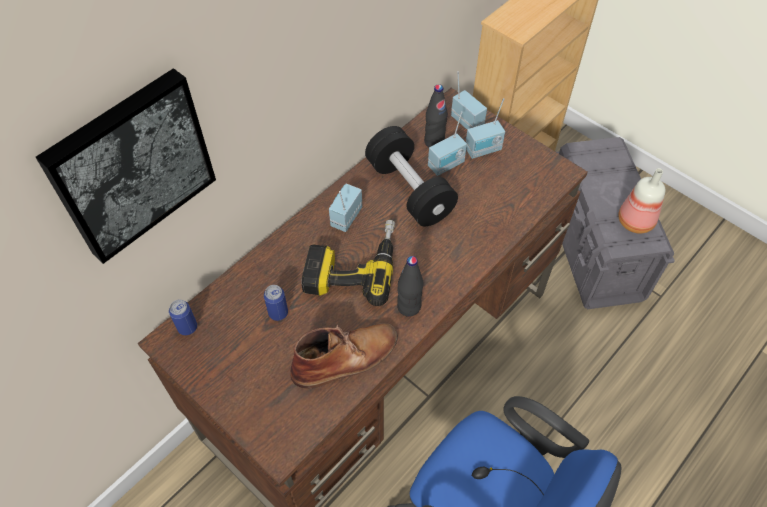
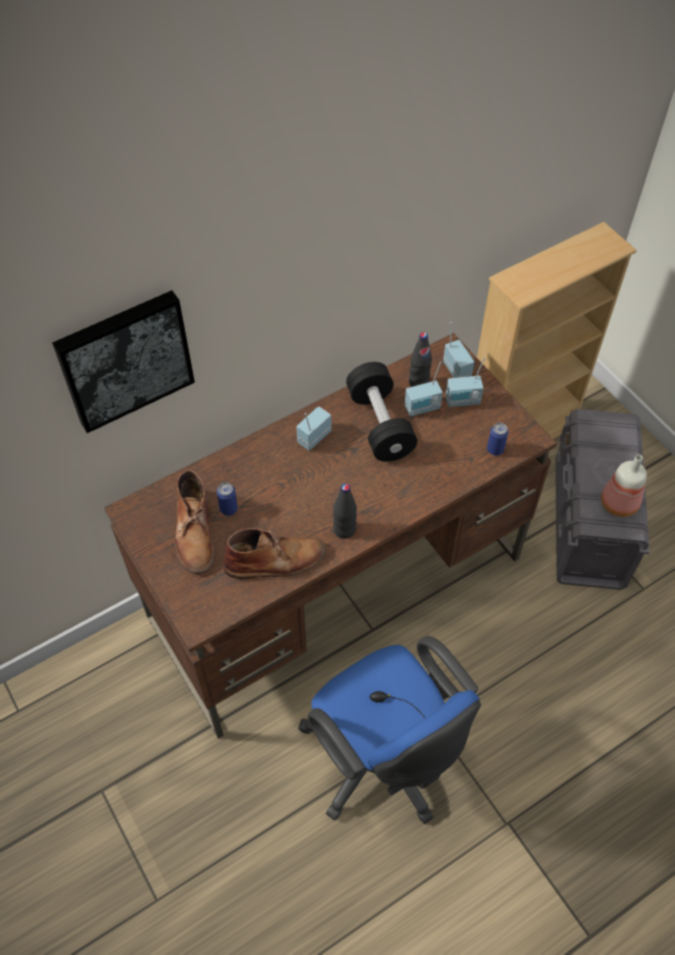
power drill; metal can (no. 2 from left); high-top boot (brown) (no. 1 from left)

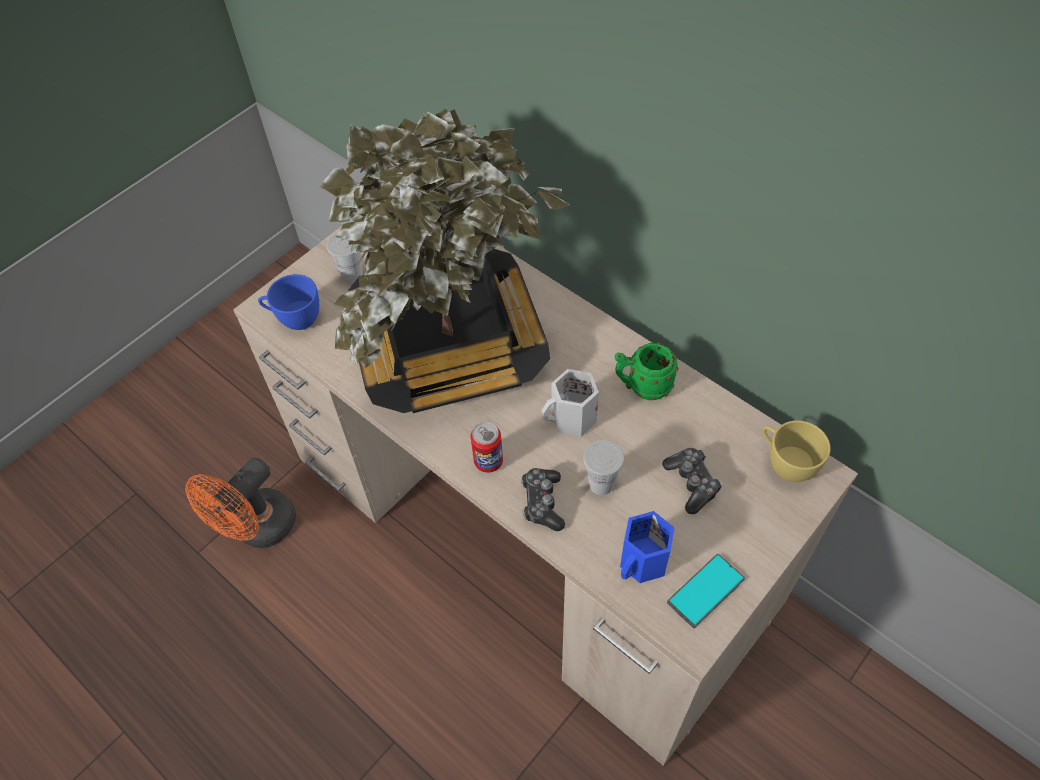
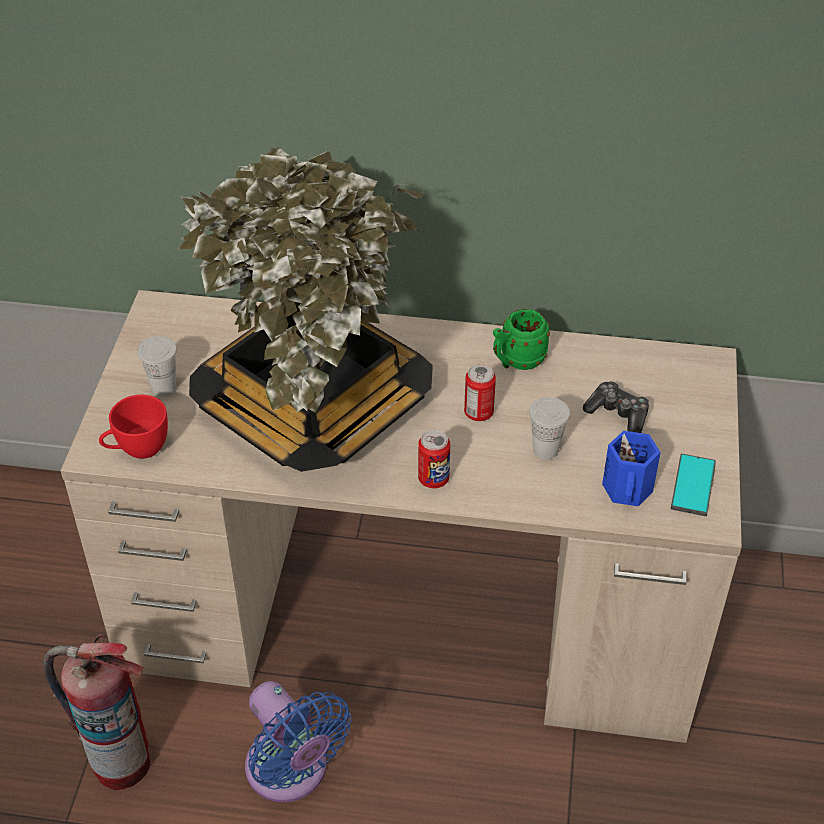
small cup (red-coloured); metal can (no. 2 from left); small cup (yellow); fire-fighting cylinder; joypad (no. 1 from left in the first image); fan (blue)

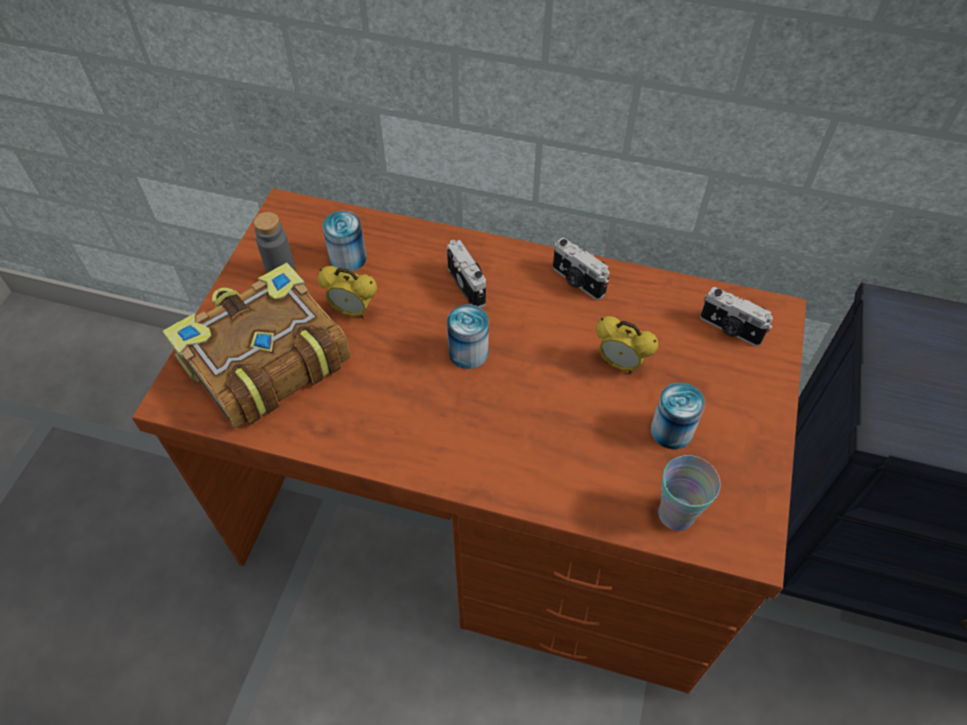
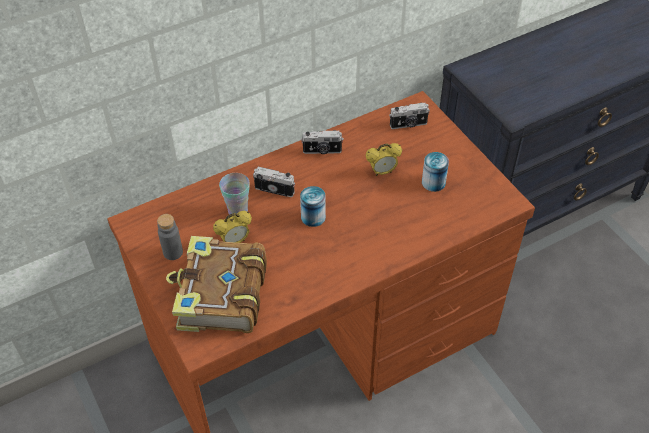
metal can (no. 1 from left in the first image); small cup

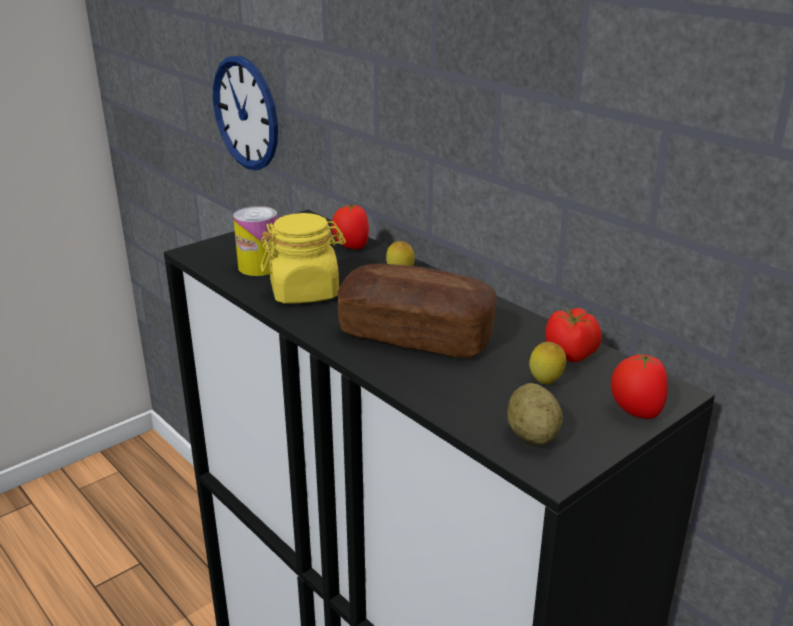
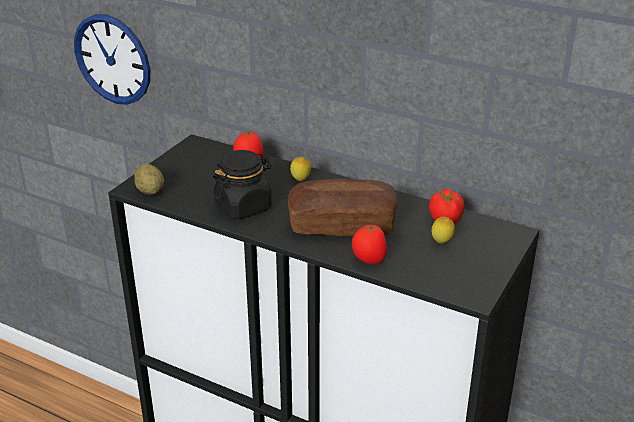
metal can; jar (black-coloured); tomato (no. 2 from left); whole potato

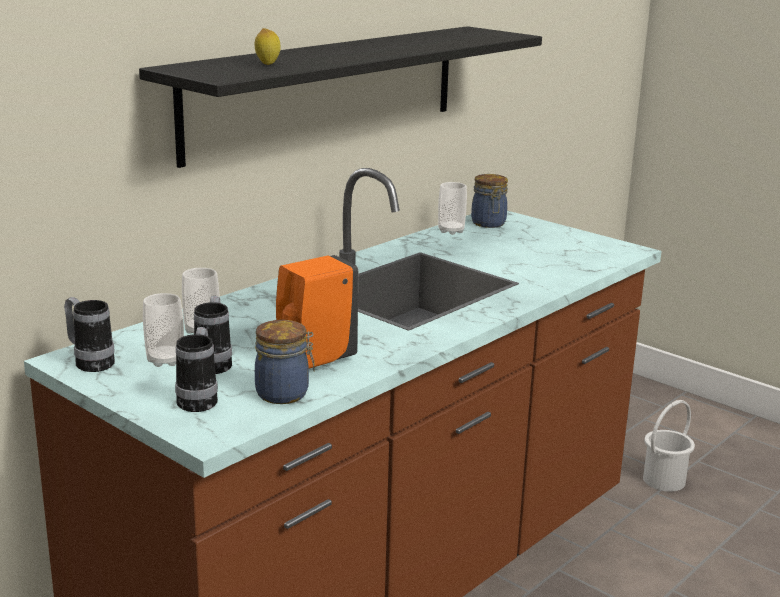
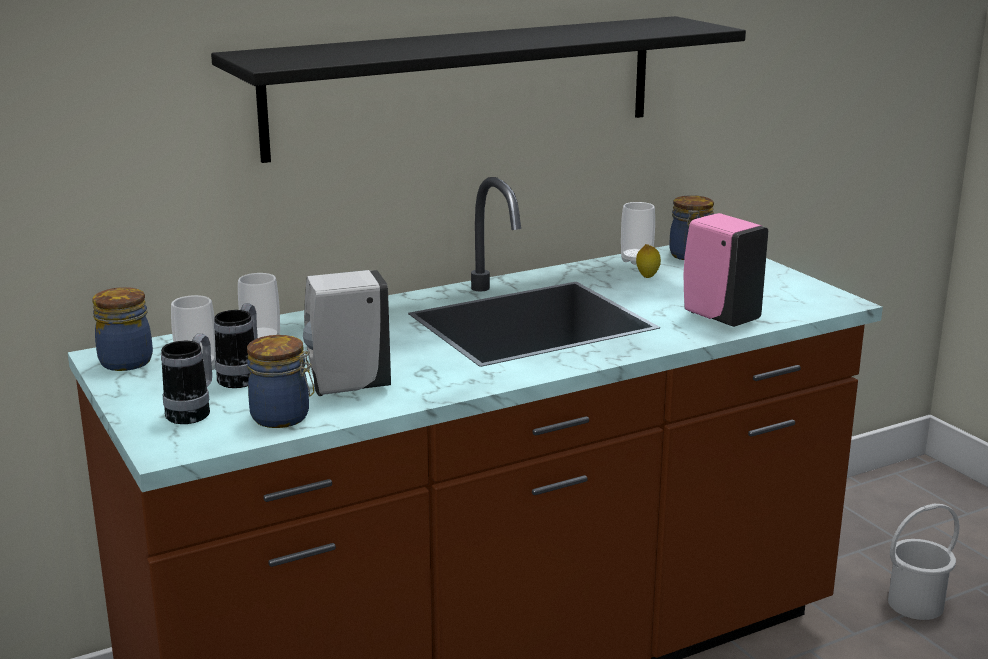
lemon; soap dispenser (white-coloured); jar (no. 1 from left); soap dispenser (pinkish)

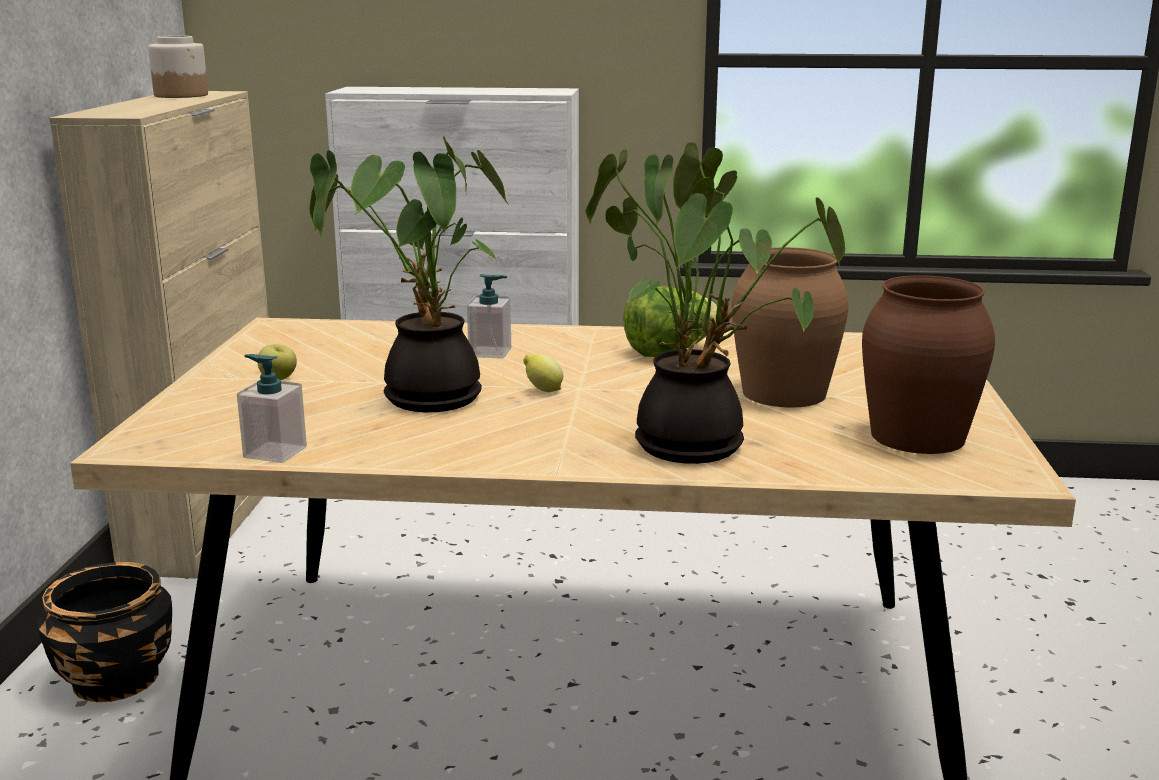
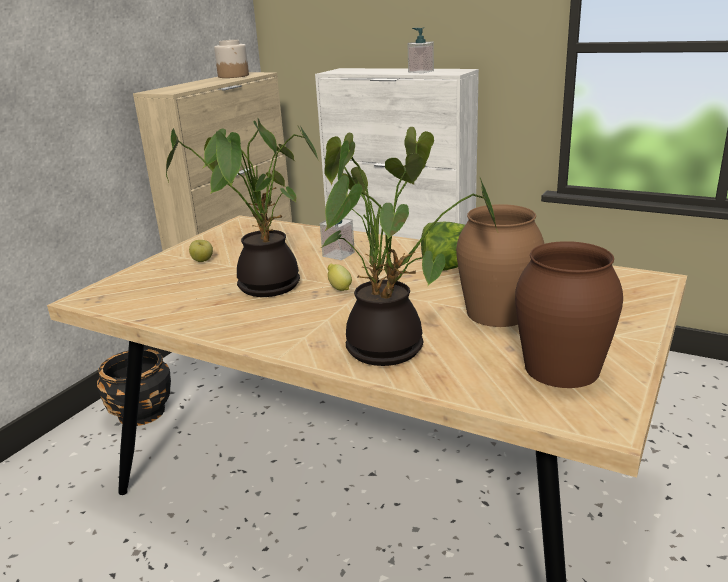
soap dispenser (no. 2 from left)

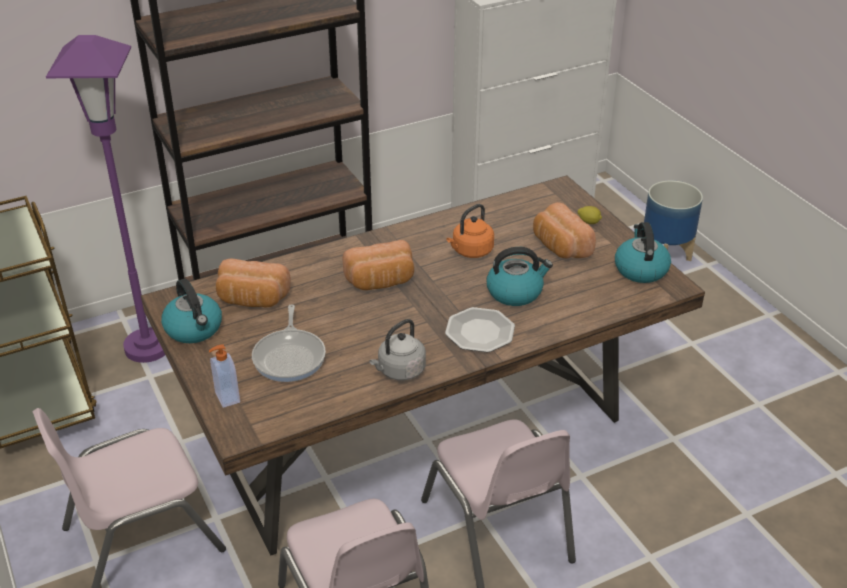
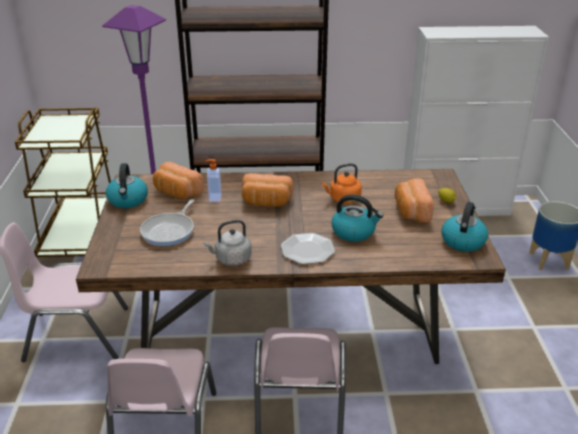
soap dispenser

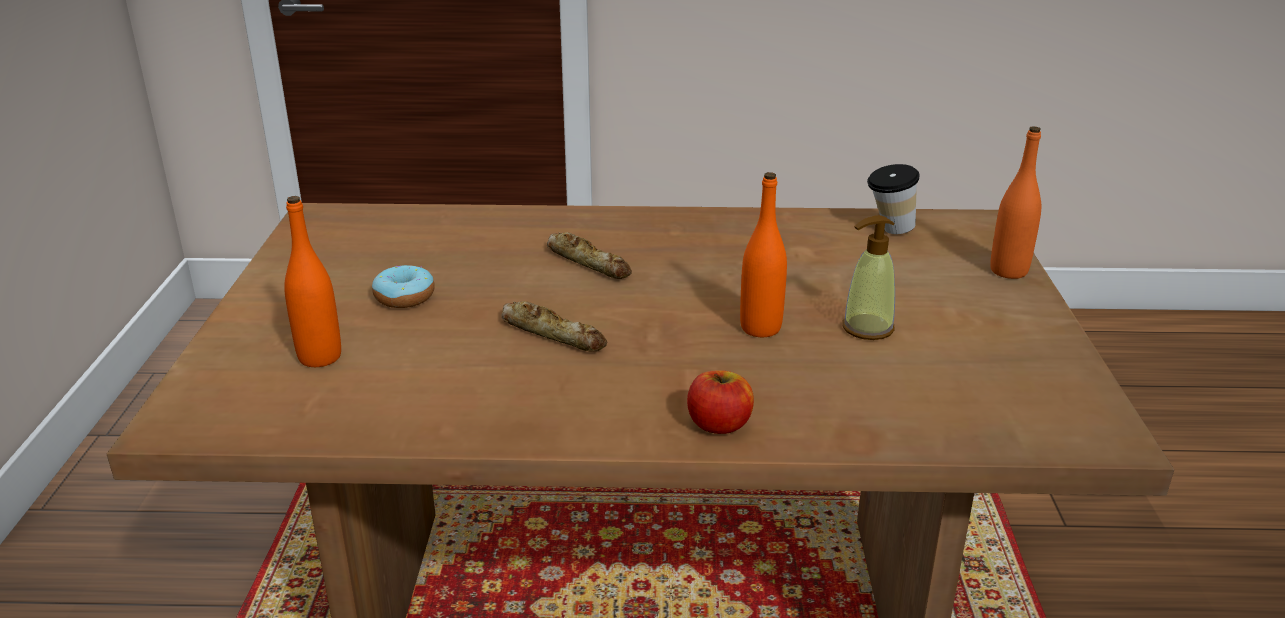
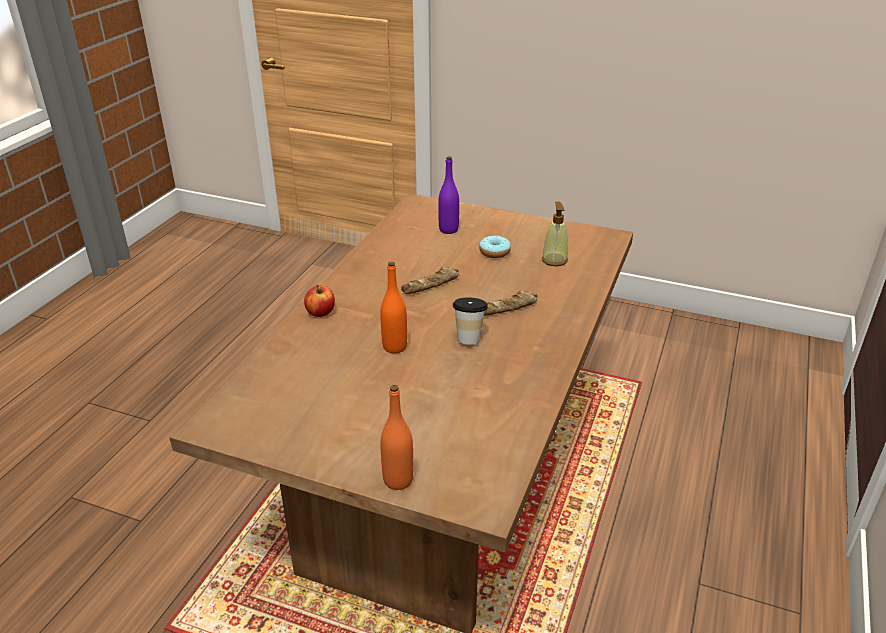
small cup; drink bottle (purplish); soap dispenser

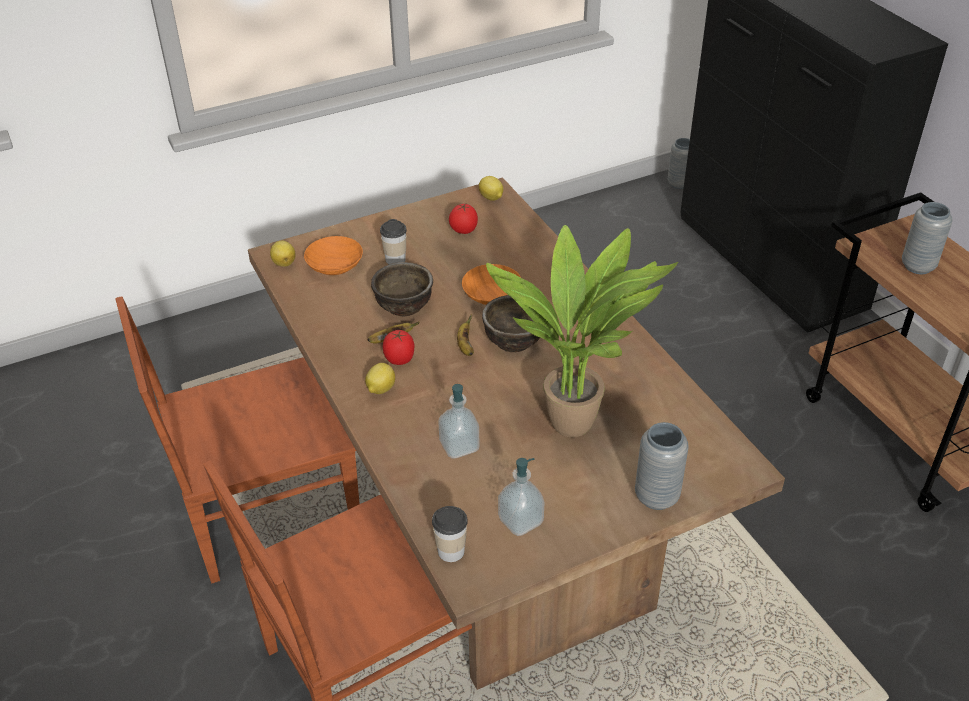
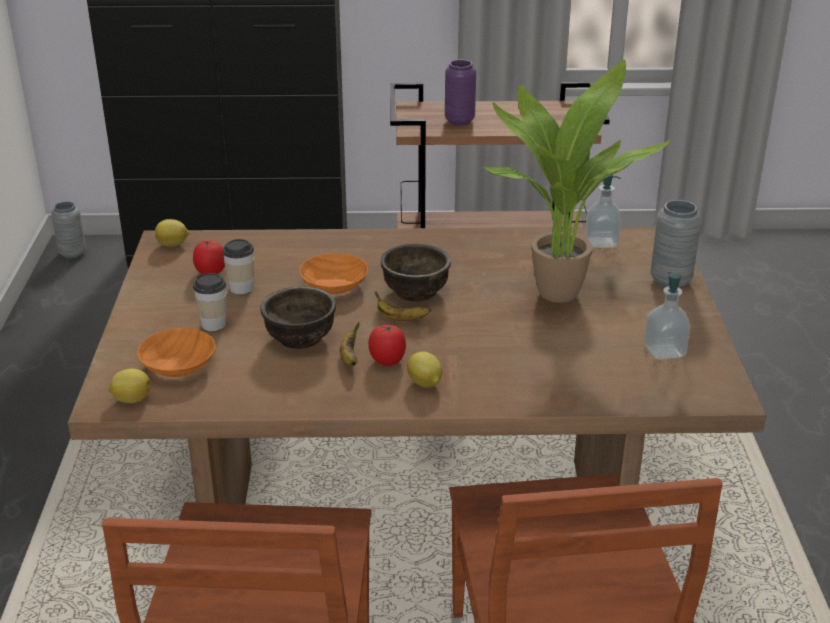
decorative vase (purplish); soap dispenser (no. 1 from left); small cup (no. 2 from left)

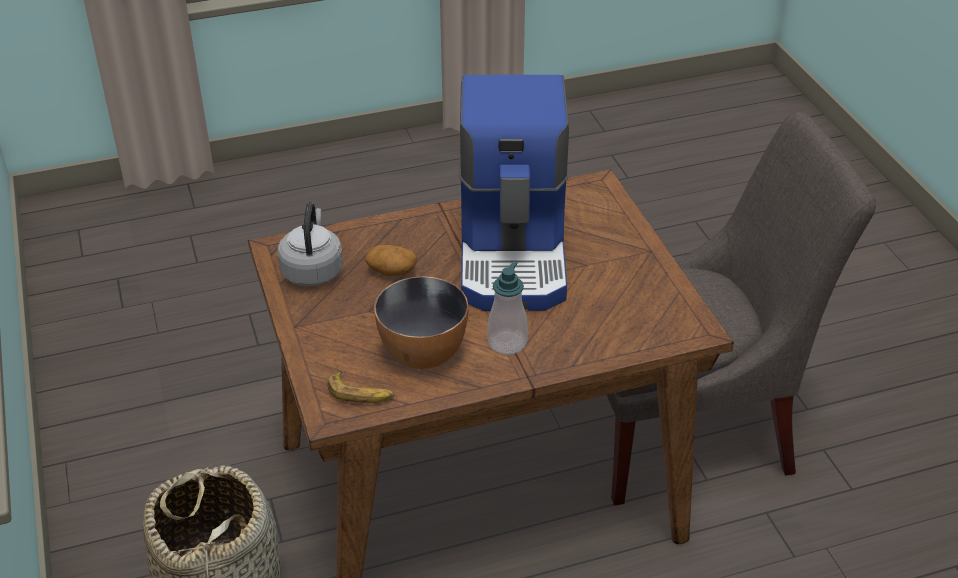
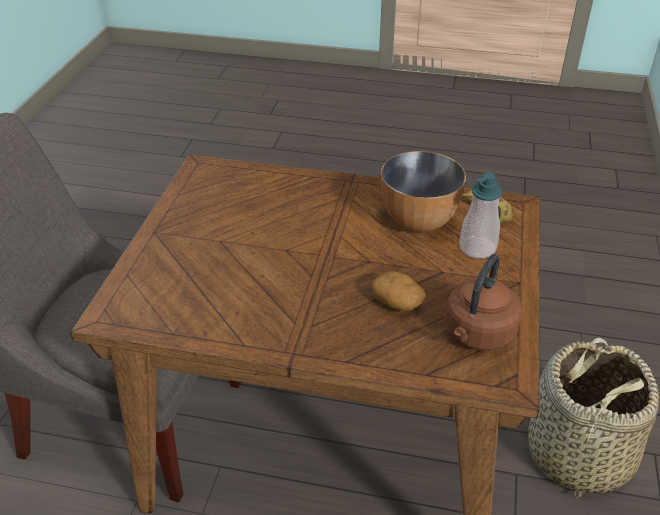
coffee brewer; kettle (brown); soap dispenser

